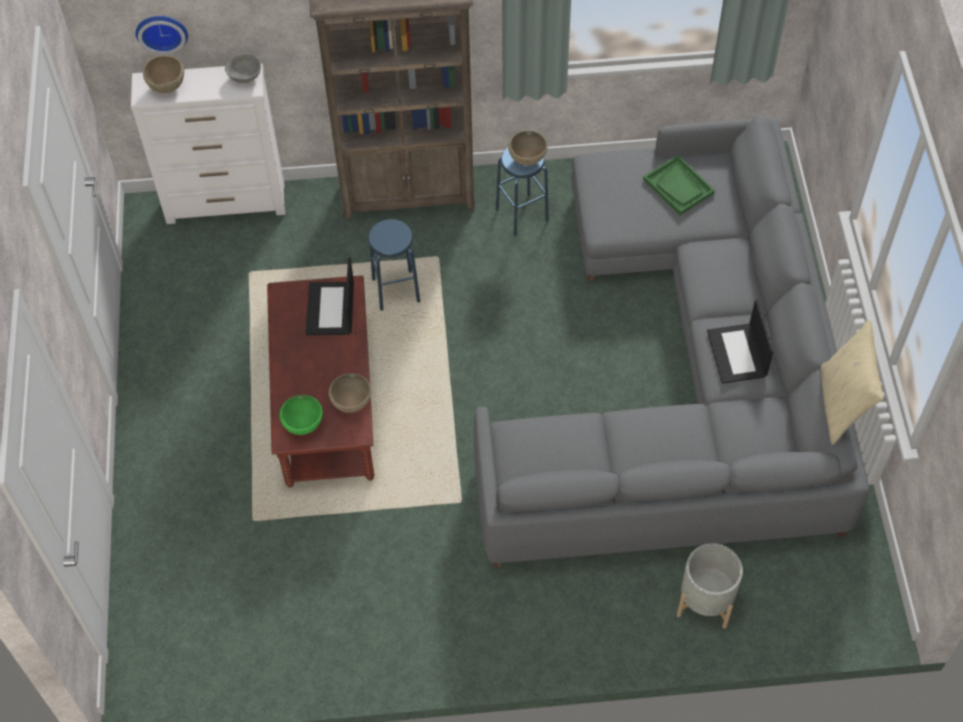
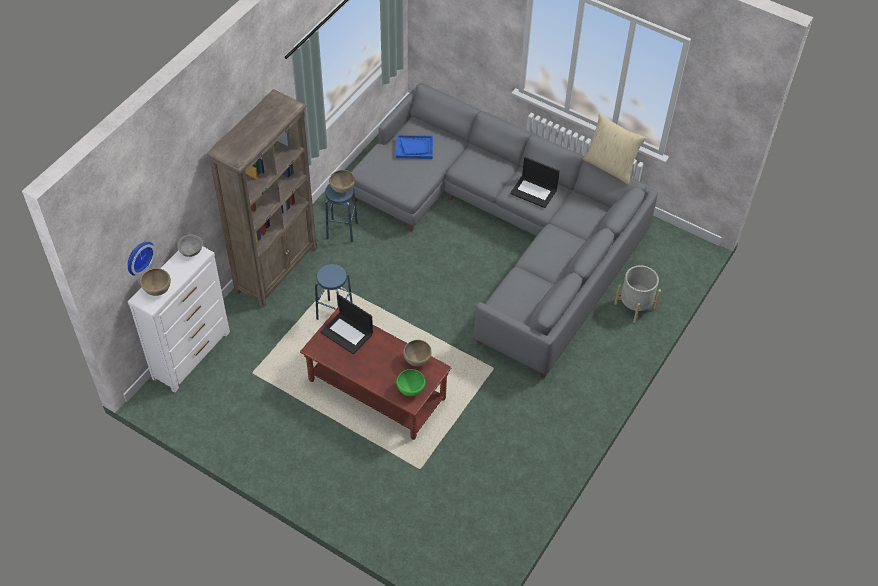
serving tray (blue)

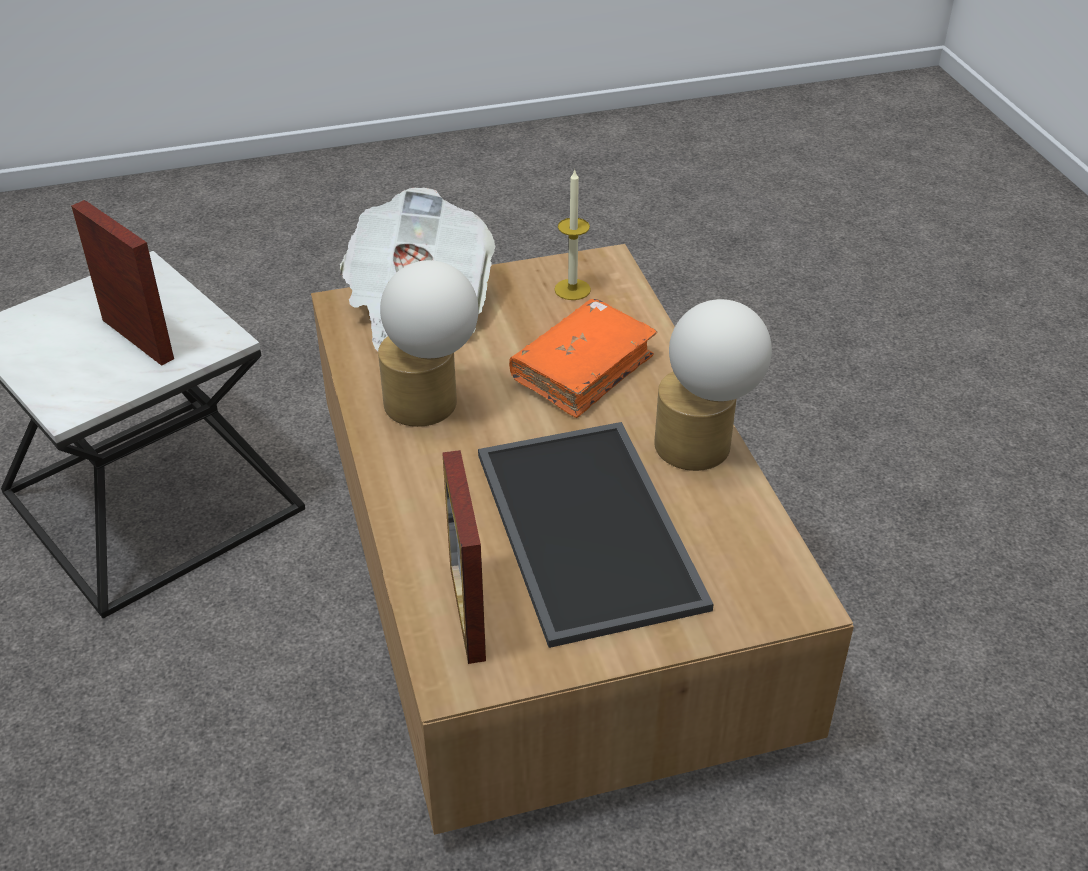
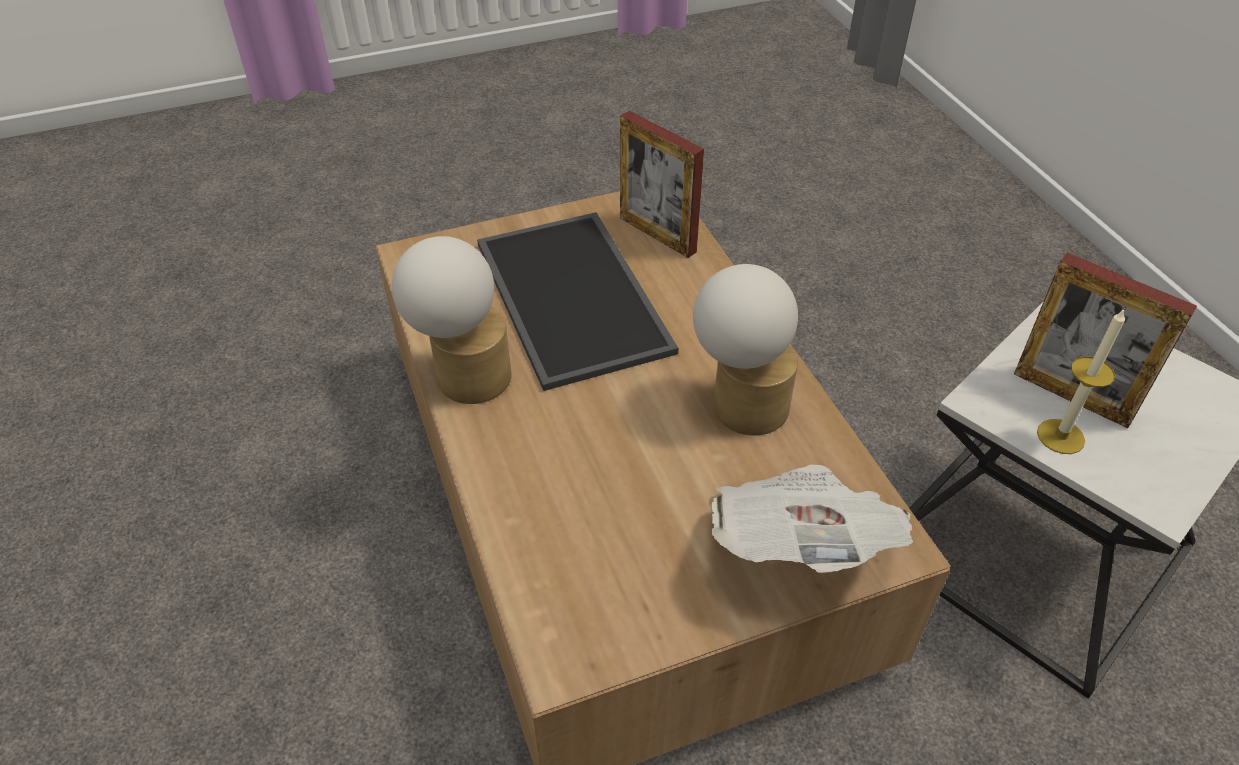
candle; volume (orange); standing frame (no. 1 from left)

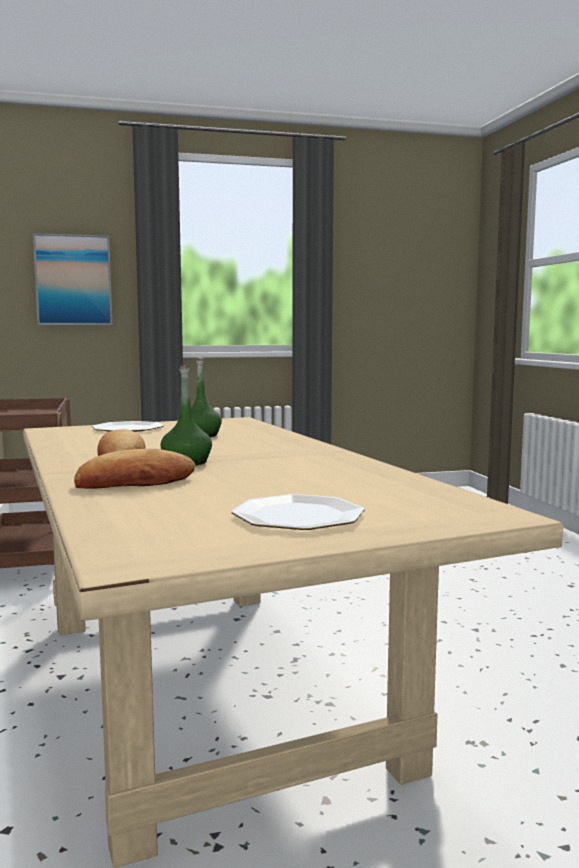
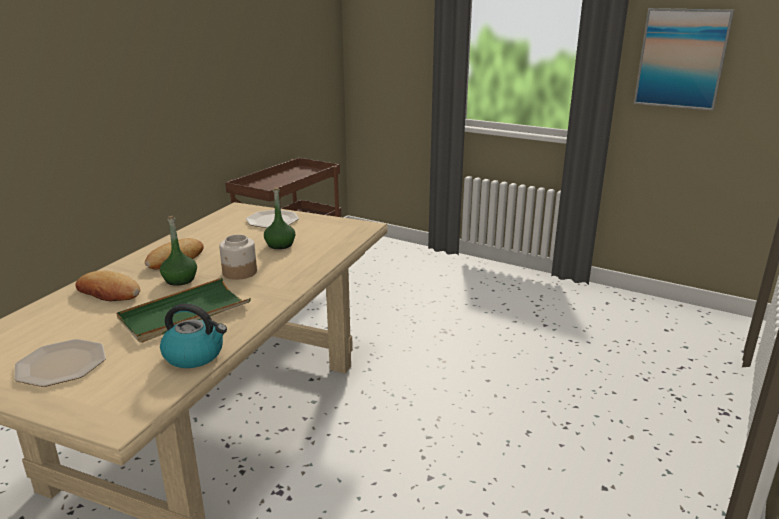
wall art; jar; serving tray (greenish); kettle

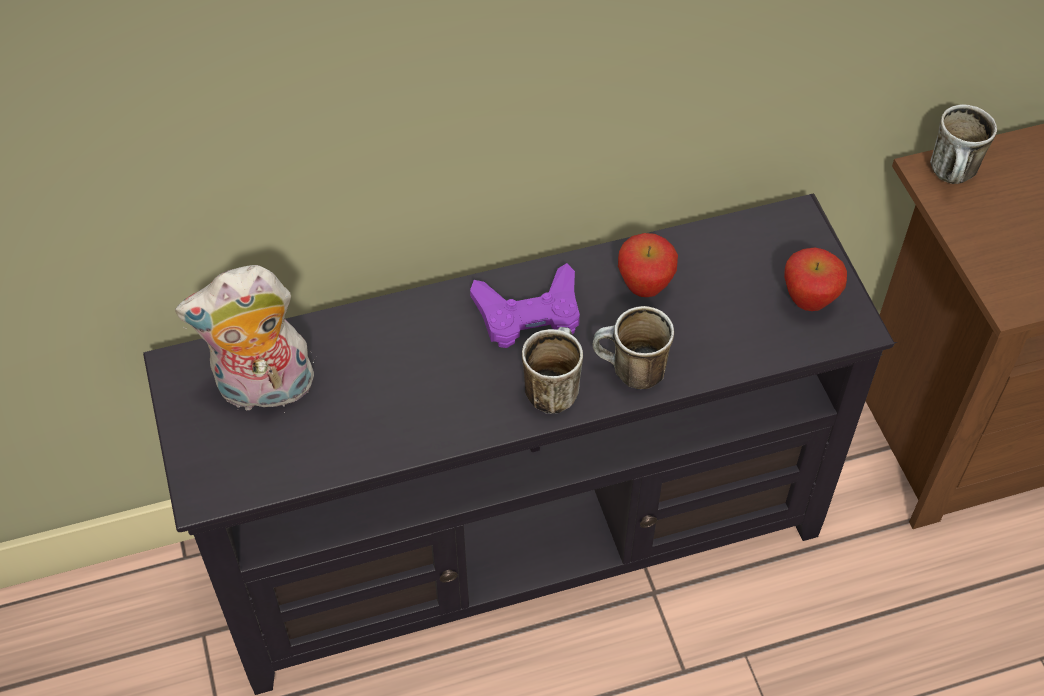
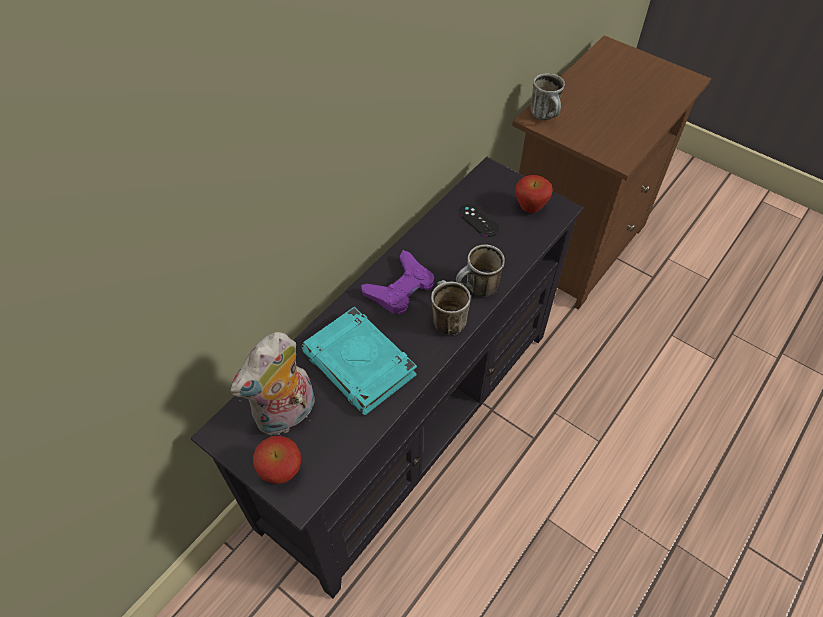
apple fruit (no. 1 from left); joypad (black-coloured); volume (turquoise)

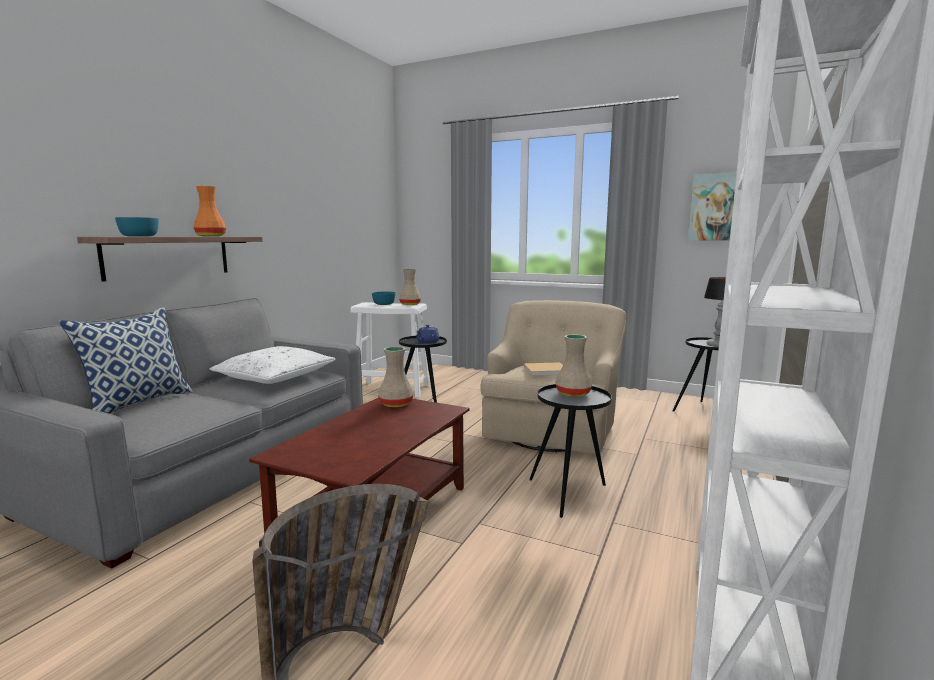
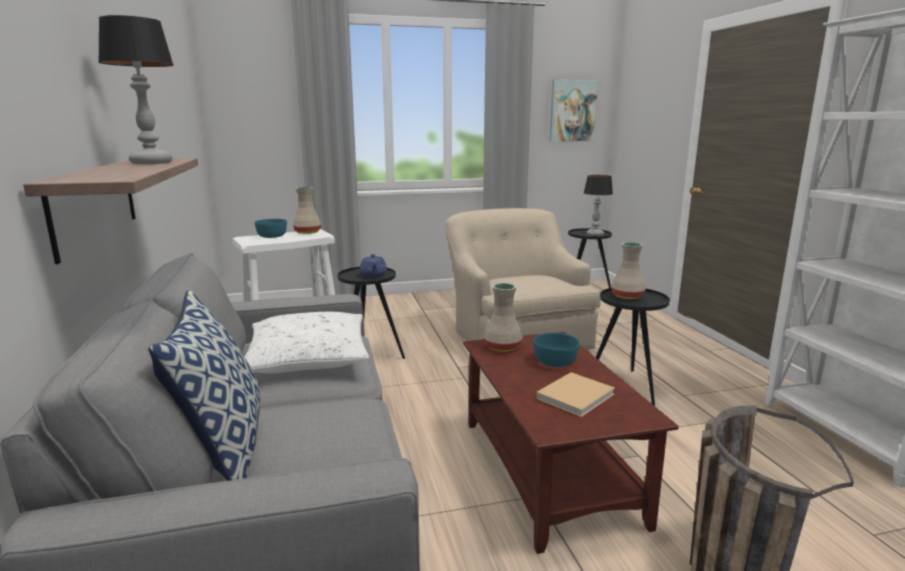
table lamp (no. 1 from left); deep dish (turquoise) (no. 2 from left); volume (beige-coloured)

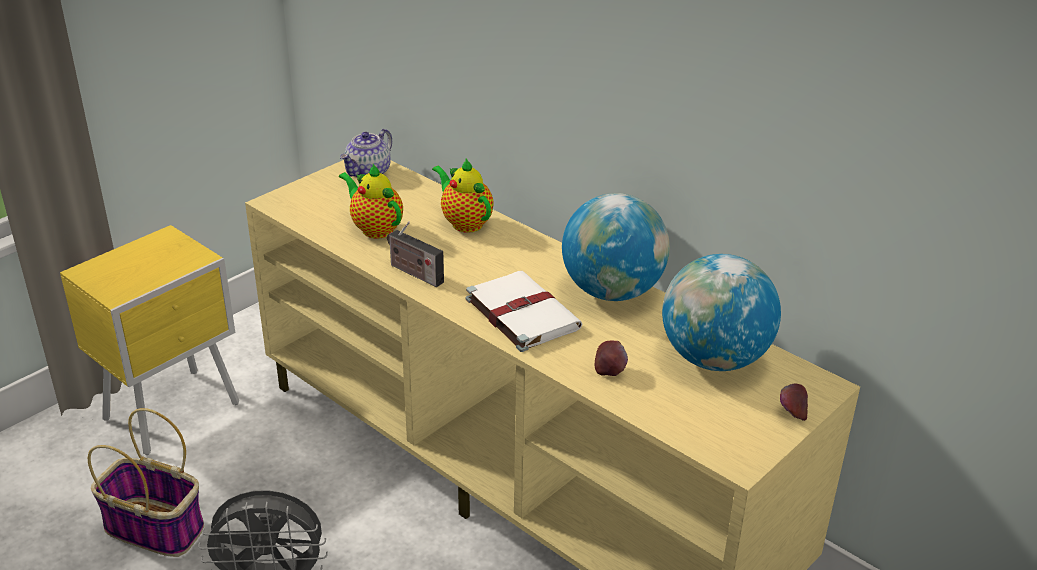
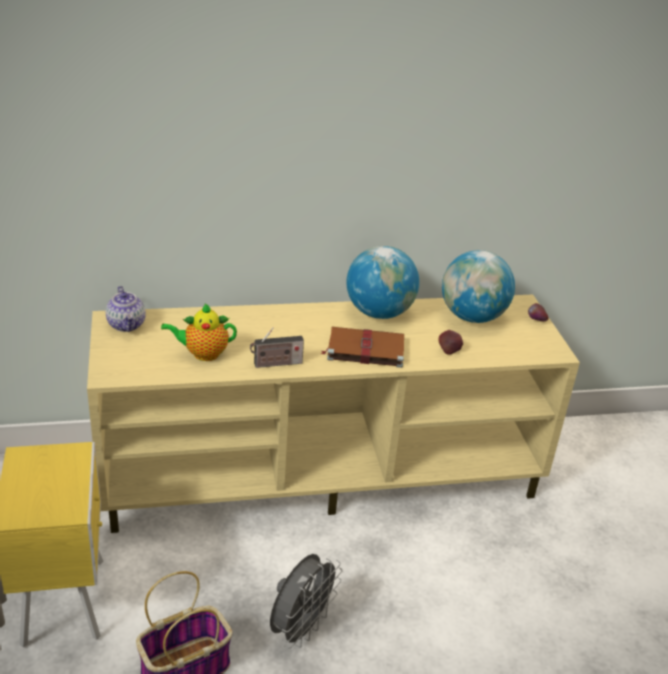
pot for tea (no. 3 from left in the first image); volume (brown)

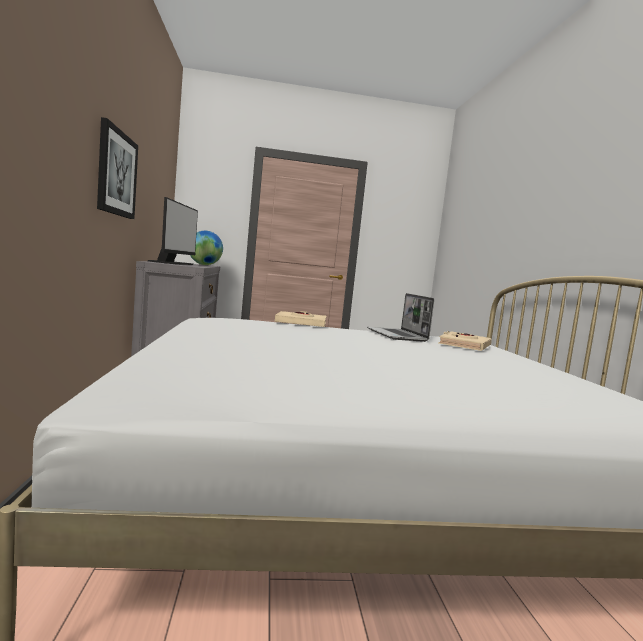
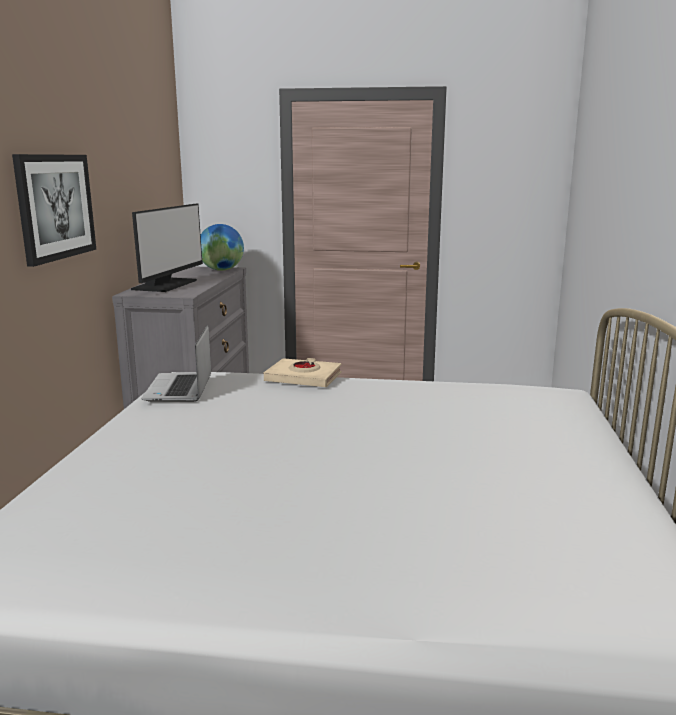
portable computer; volume (beige-coloured) (no. 2 from left in the first image)

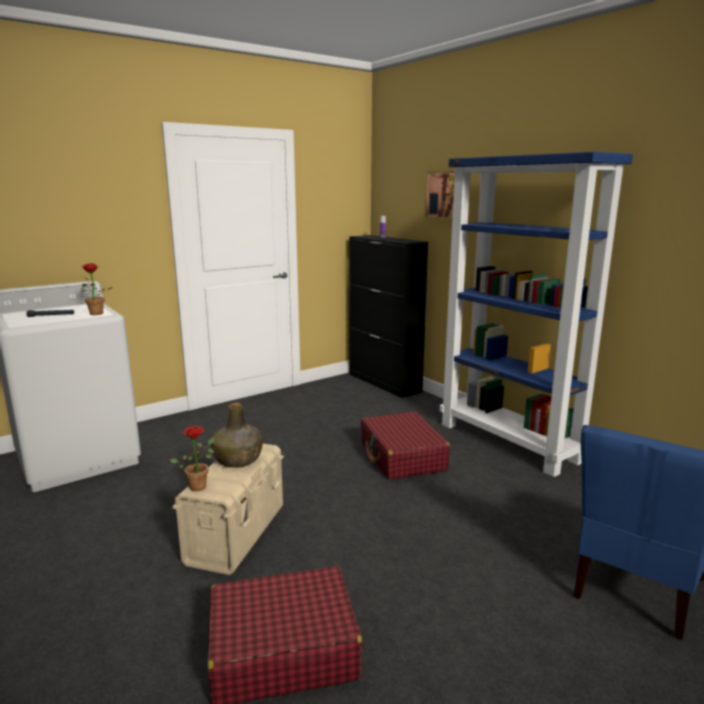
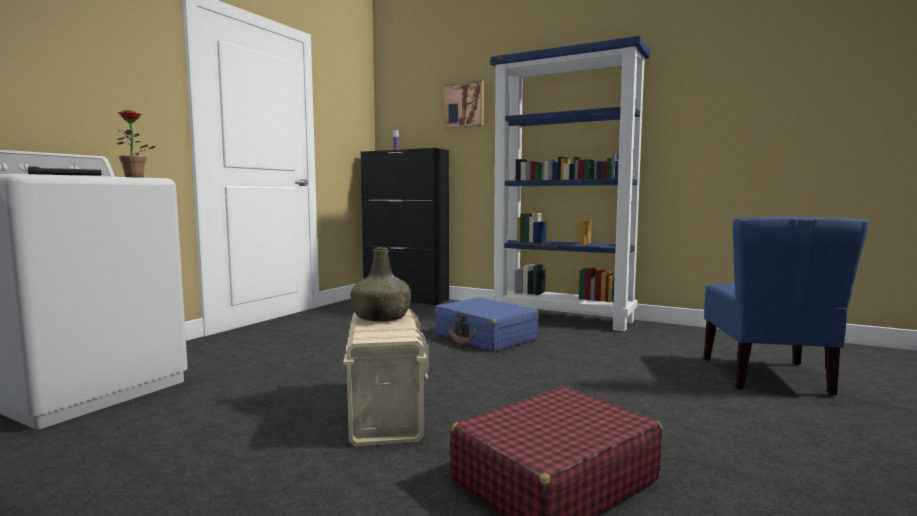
piece of luggage (blue); potted plant (no. 2 from left in the first image)

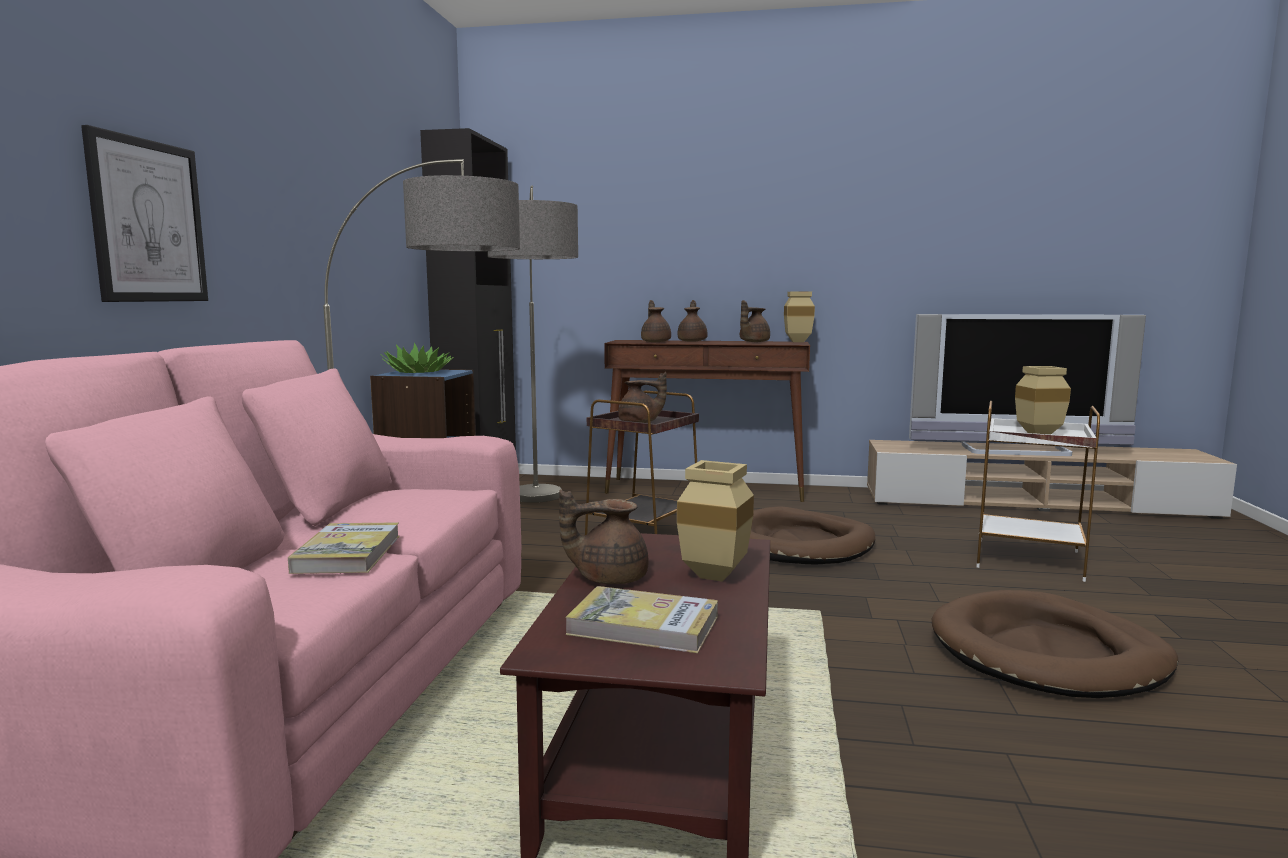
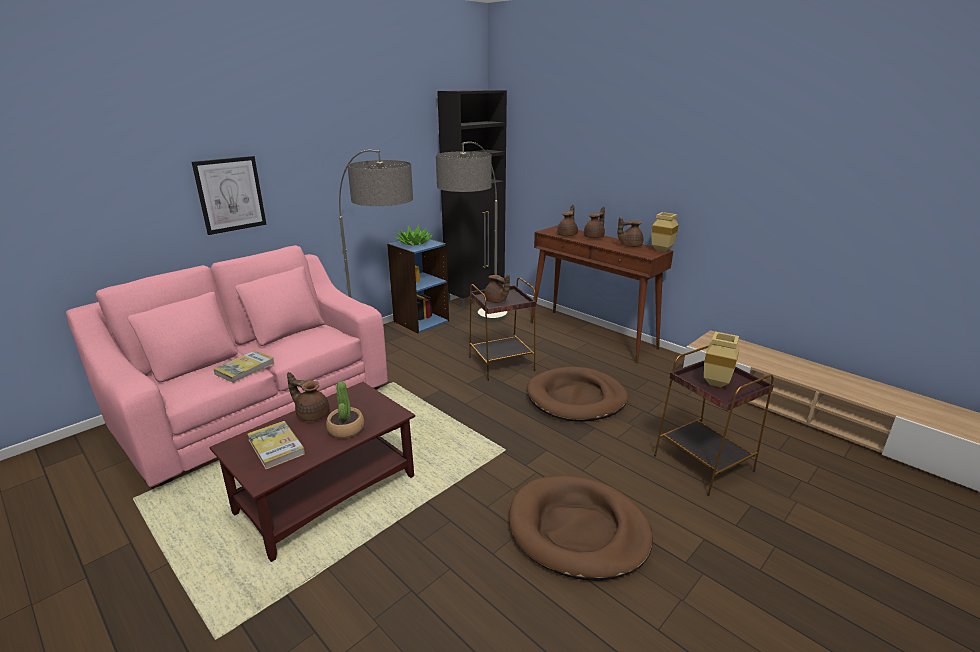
TV; side table (brown) (no. 2 from left); potted plant (no. 1 from left)

